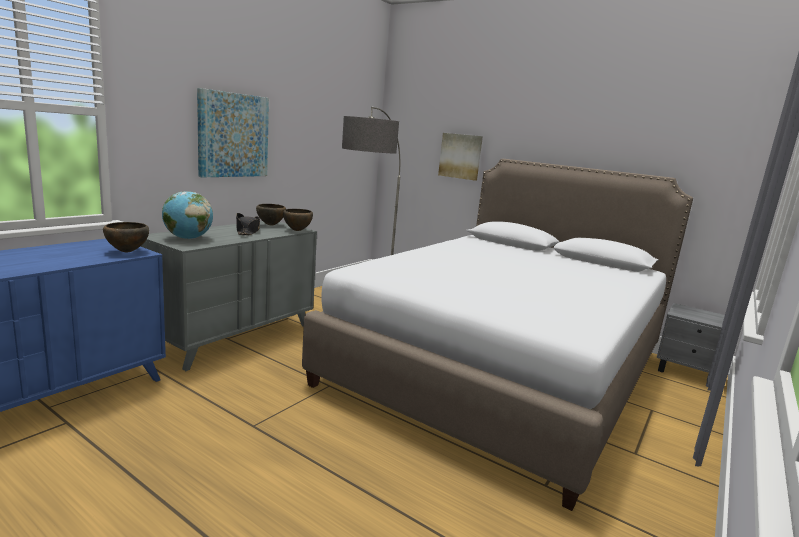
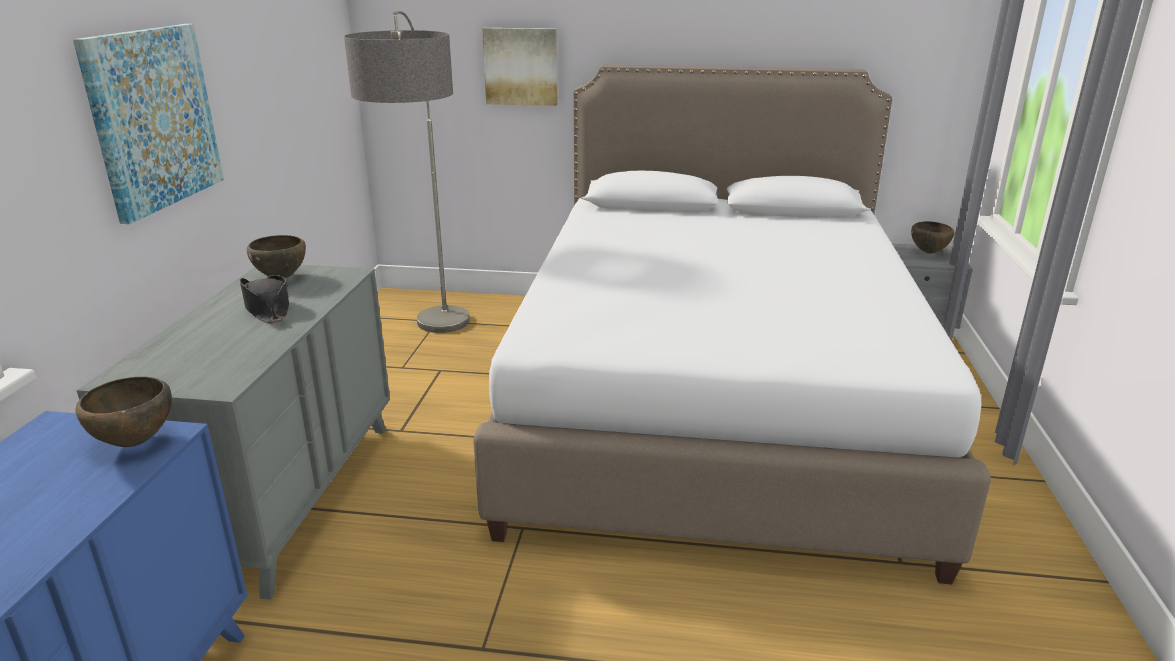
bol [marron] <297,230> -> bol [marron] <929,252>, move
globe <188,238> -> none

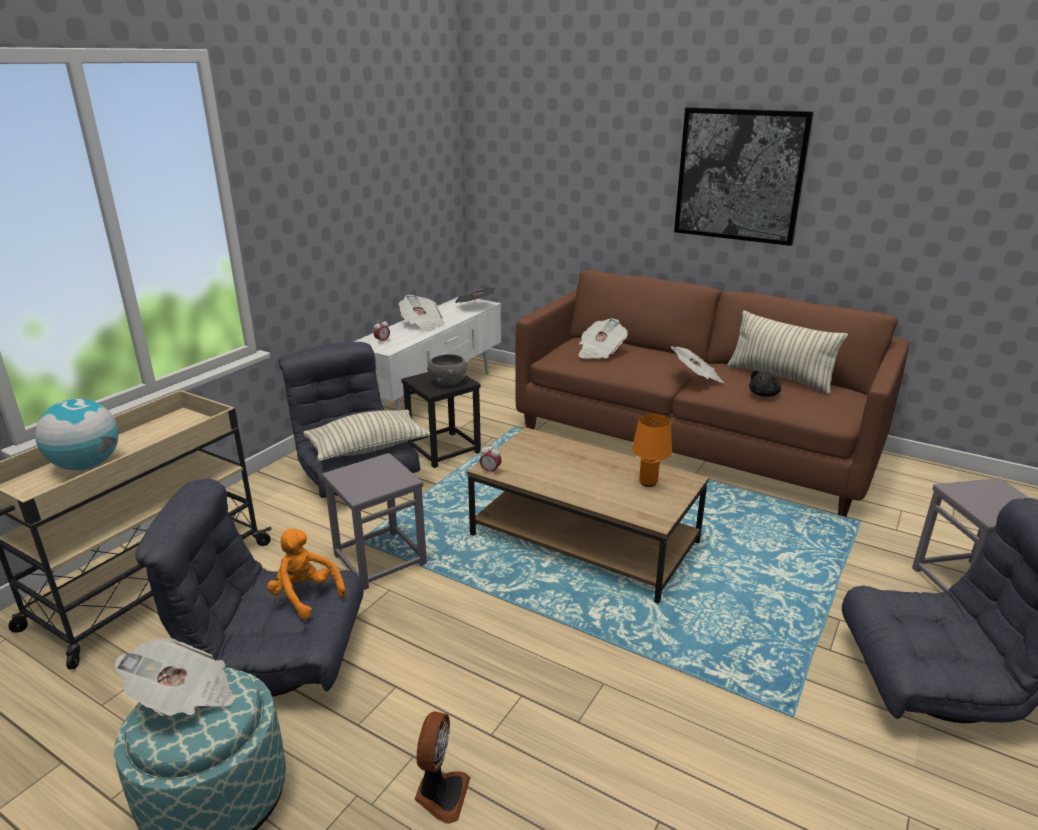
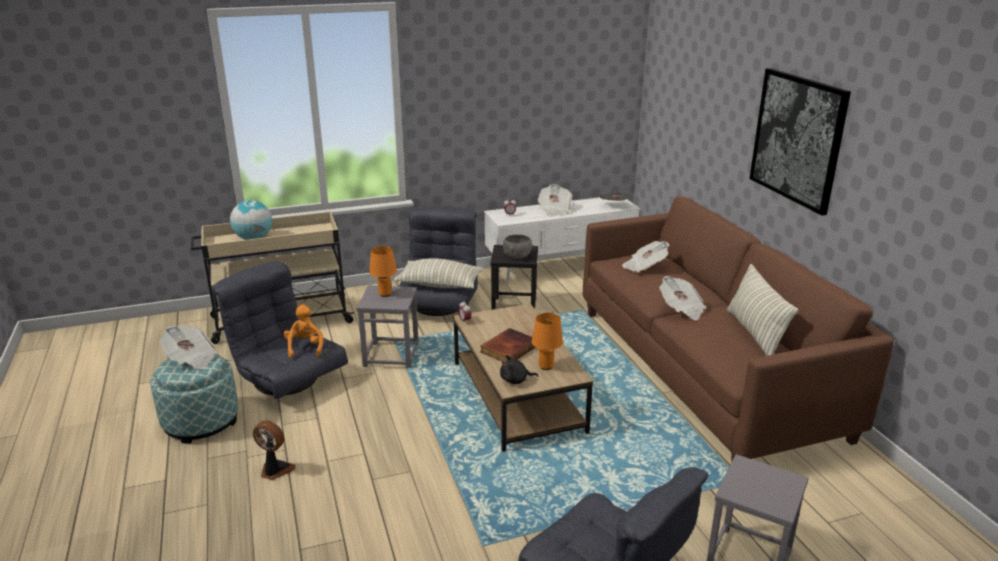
ventilateur <440,794> -> ventilateur <275,470>, 120 degrees counterclockwise
none -> lampe de table [orange] <385,294>
none -> livre <508,348>
peluche [noir] <764,394> -> peluche [noir] <516,380>, move

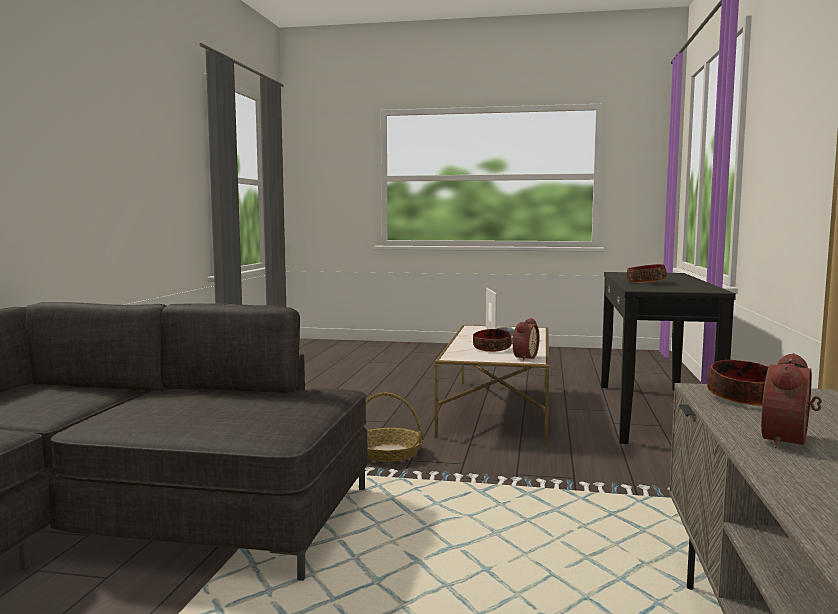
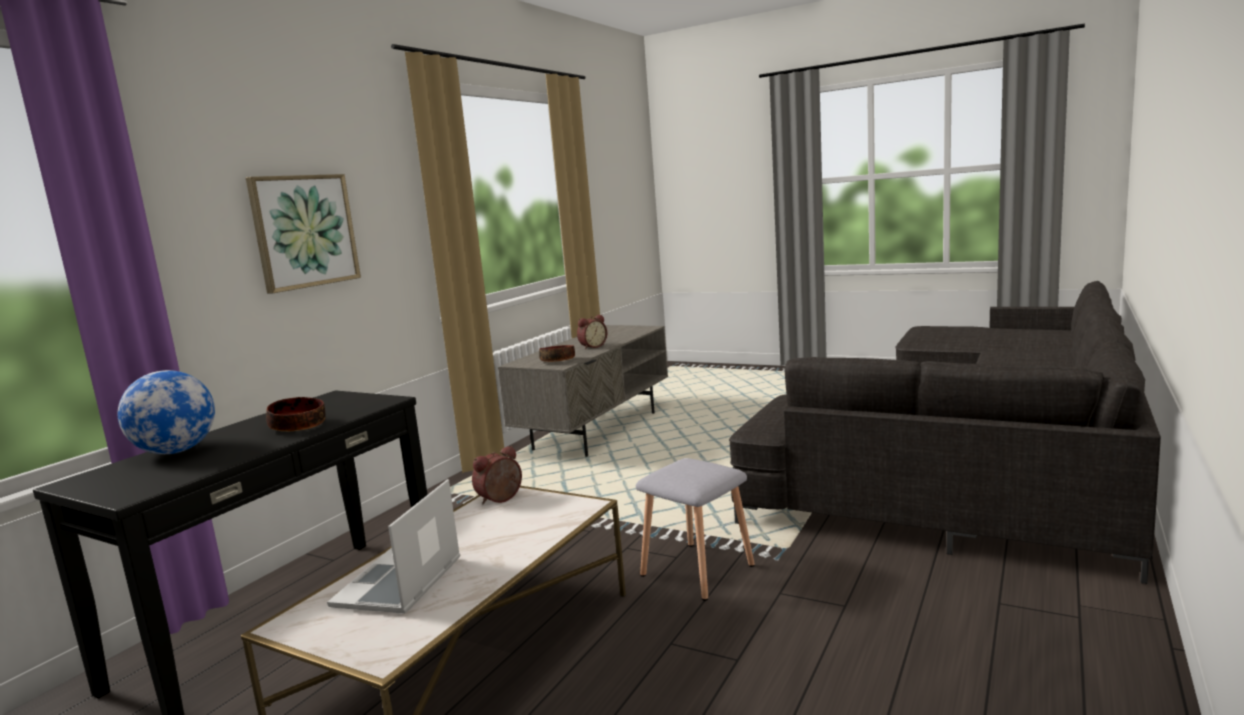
none -> globe <176,451>
none -> tableau <304,231>
panier <389,453> -> tabouret [gris] <695,570>
bol <491,349> -> none

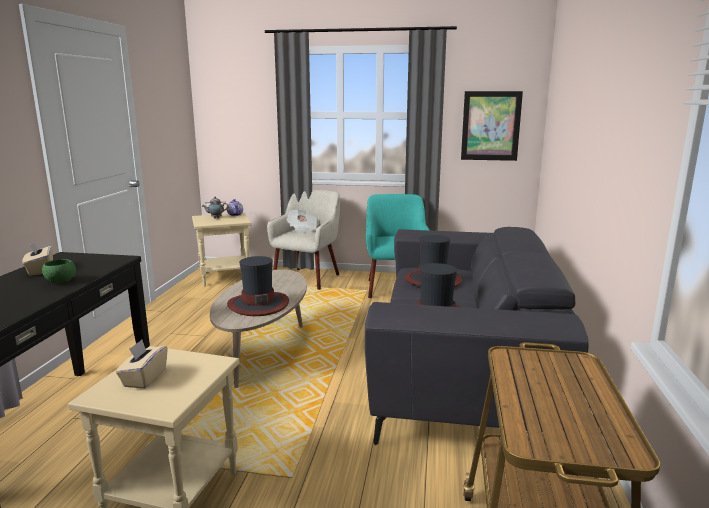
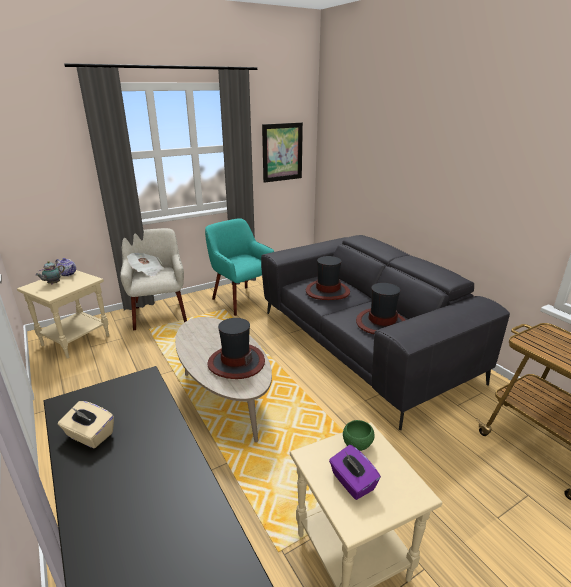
boîte à mouchoirs [beige] <144,378> -> boîte à mouchoirs [violet] <352,482>
bol [vert] <61,281> -> bol [vert] <357,444>, move

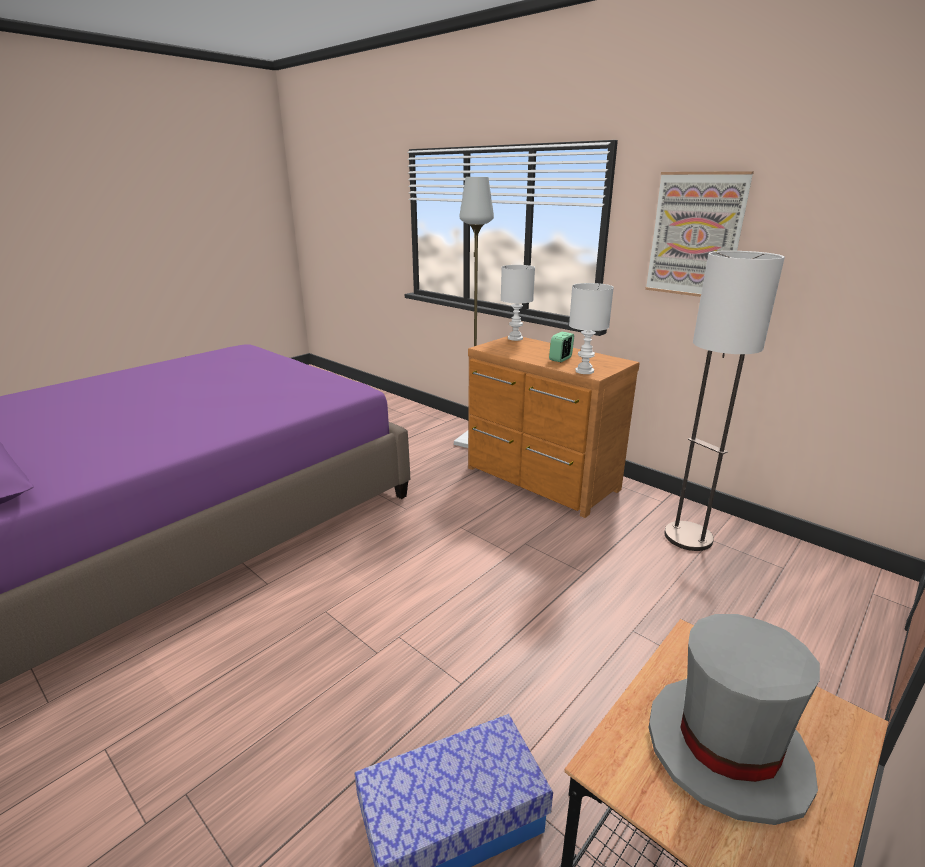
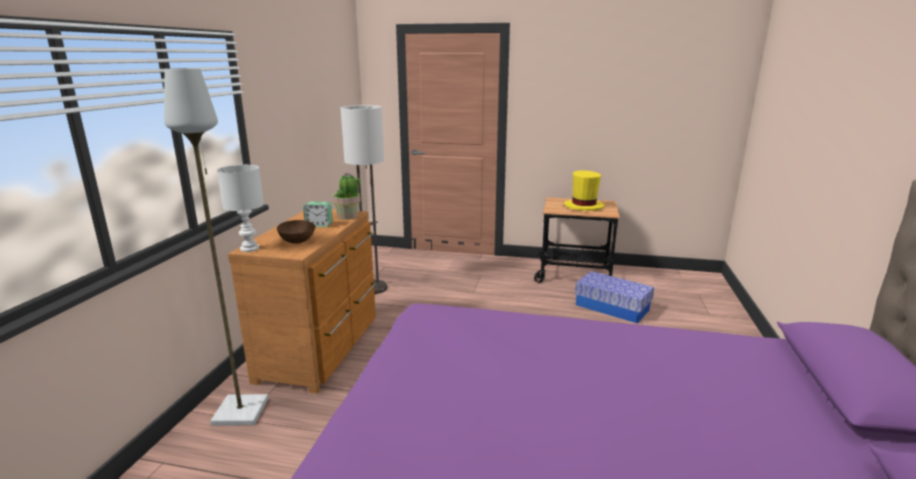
none -> bol [marron] <298,241>
lampe de table [blanc] <584,371> -> plante en pot <348,216>
chapeau [gris] <726,748> -> chapeau [jaune] <583,206>
tableau <695,235> -> none

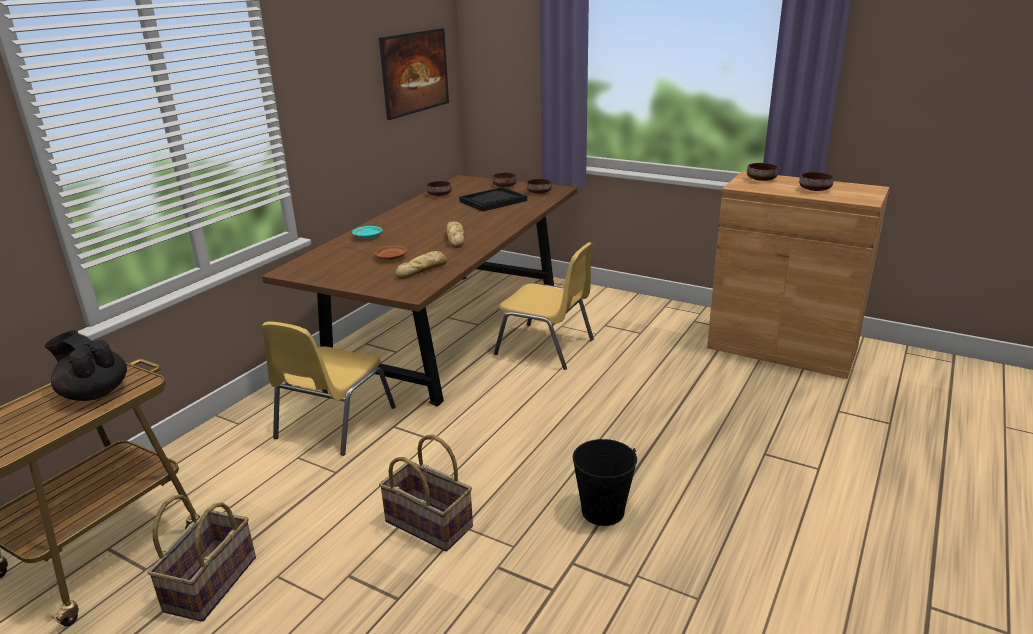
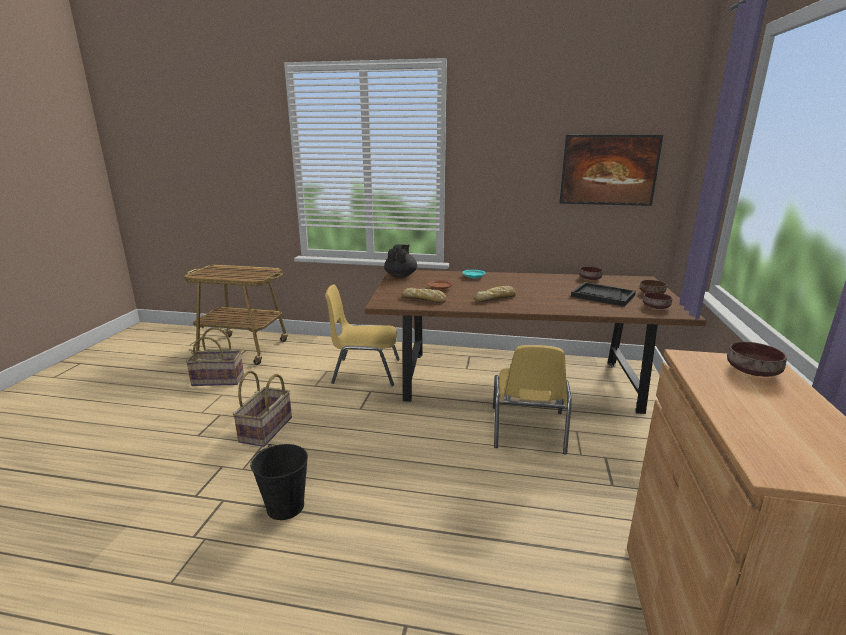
théière [noir] <94,393> -> théière [noir] <401,276>, move
bol [marron] <815,189> -> none

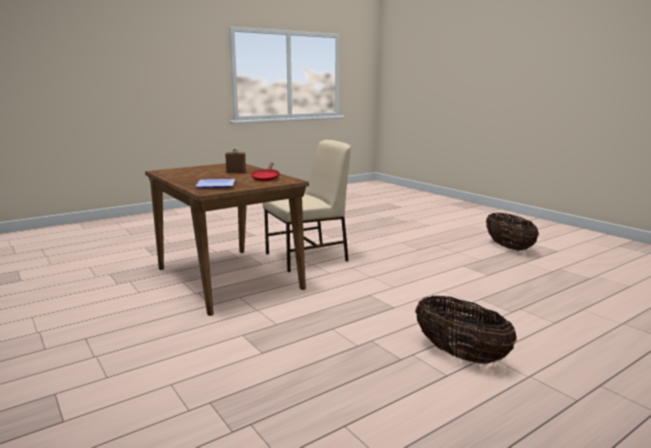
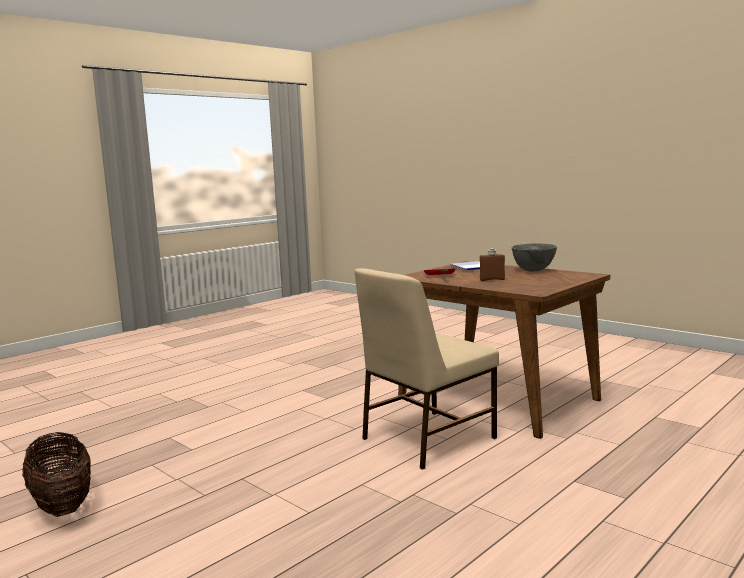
none -> bol [gris] <533,270>
panier <460,355> -> none

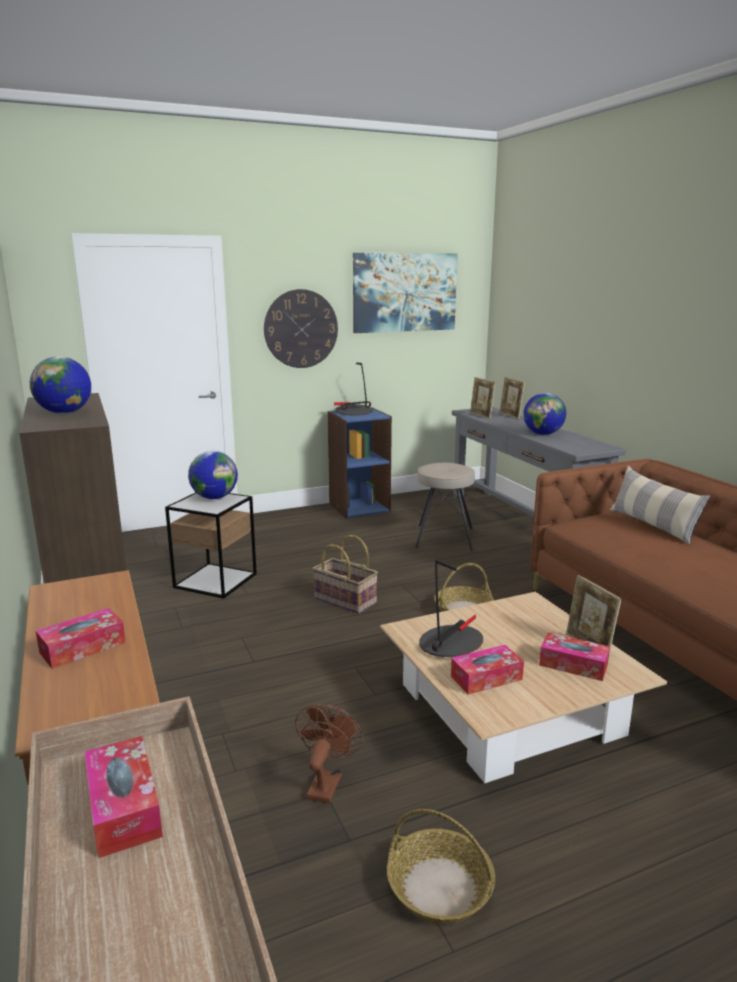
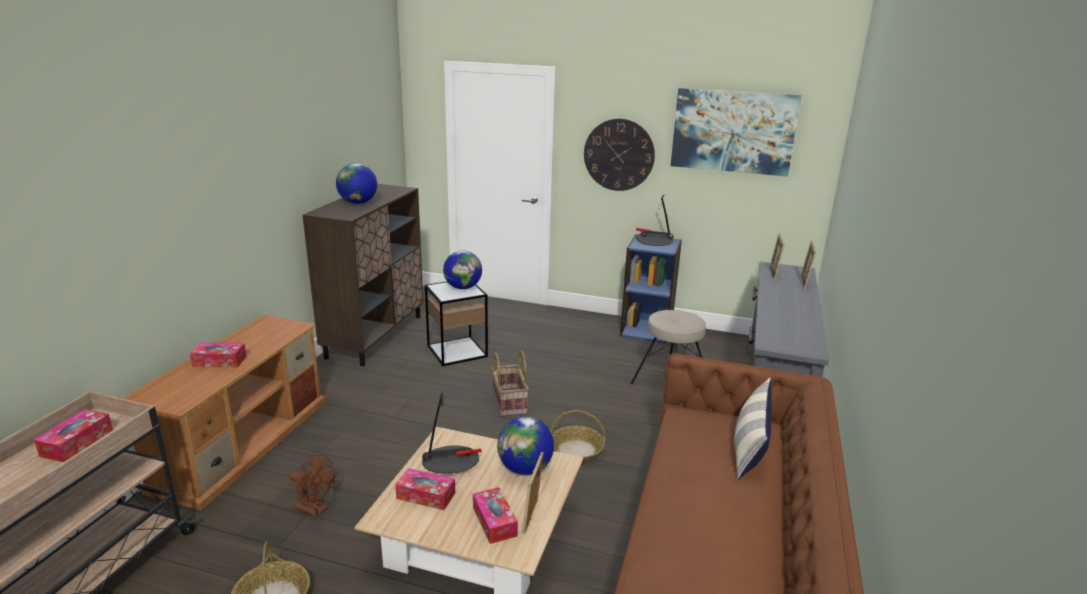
ventilateur [marron] <326,782> -> ventilateur [marron] <315,510>, 60 degrees clockwise
globe <543,434> -> globe <525,469>, move

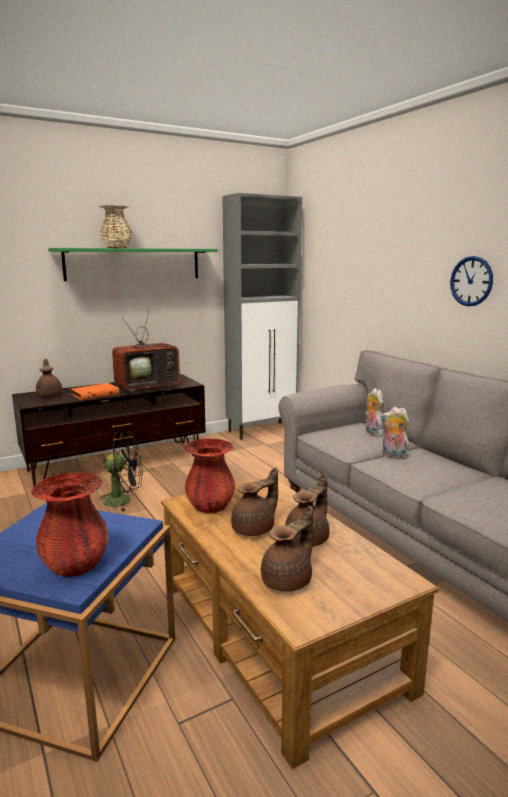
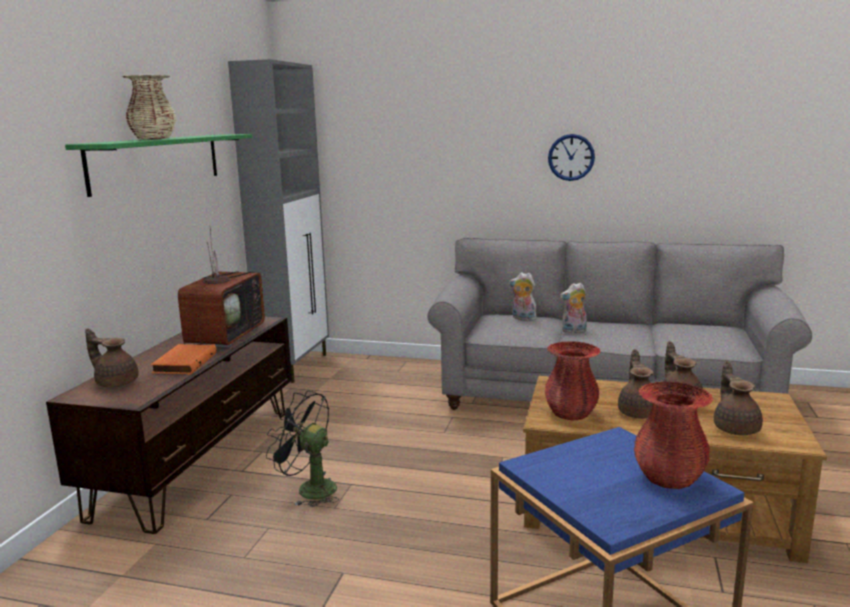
ventilateur [noir] <124,500> -> ventilateur [noir] <309,489>, 105 degrees counterclockwise

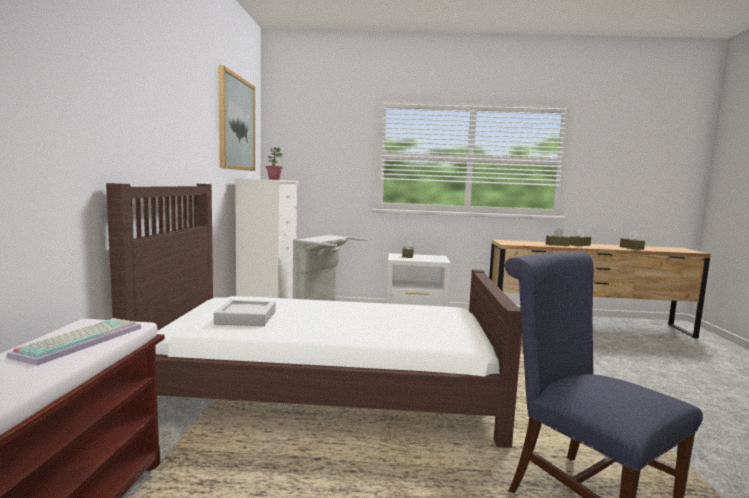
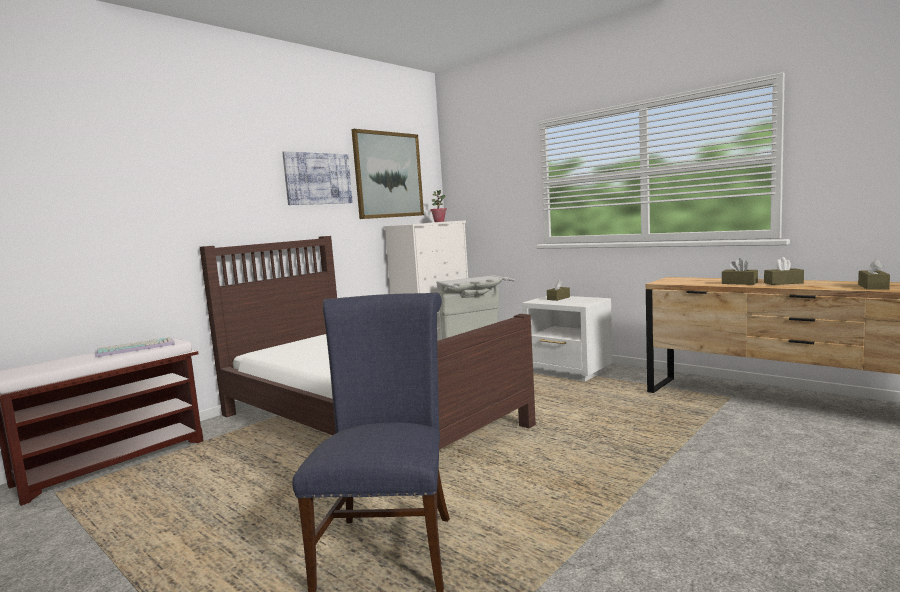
none -> tableau <318,178>
plateau [gris] <246,318> -> none

